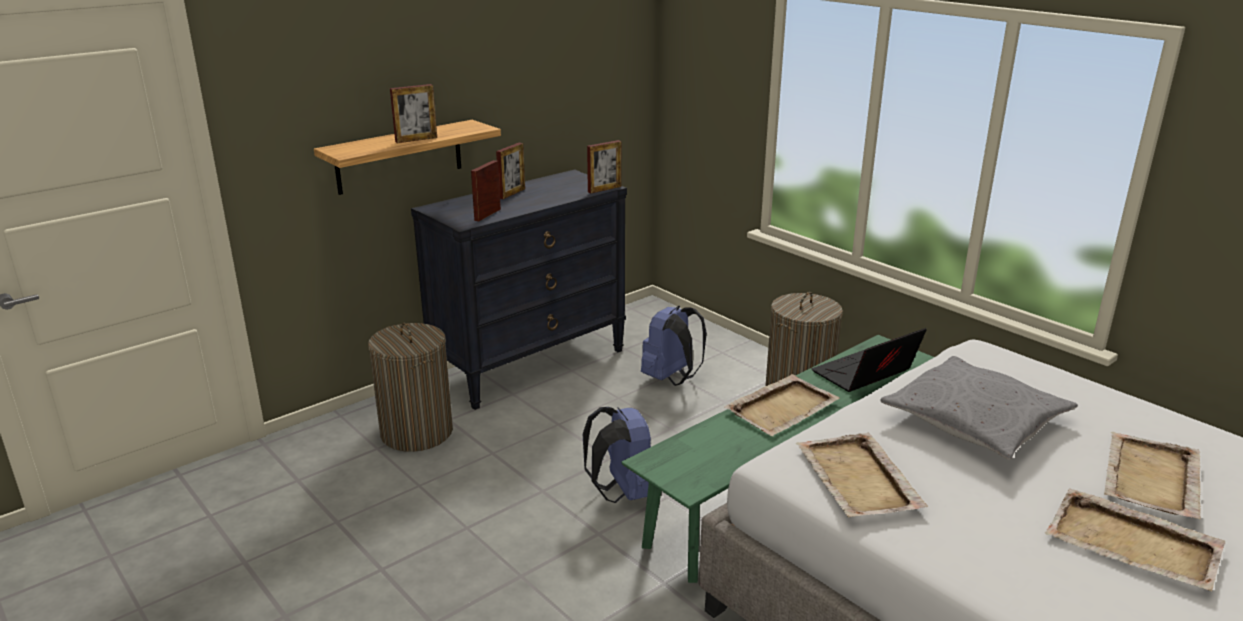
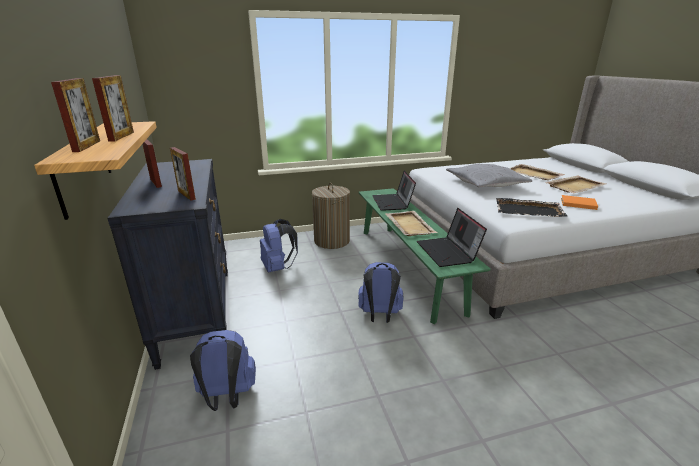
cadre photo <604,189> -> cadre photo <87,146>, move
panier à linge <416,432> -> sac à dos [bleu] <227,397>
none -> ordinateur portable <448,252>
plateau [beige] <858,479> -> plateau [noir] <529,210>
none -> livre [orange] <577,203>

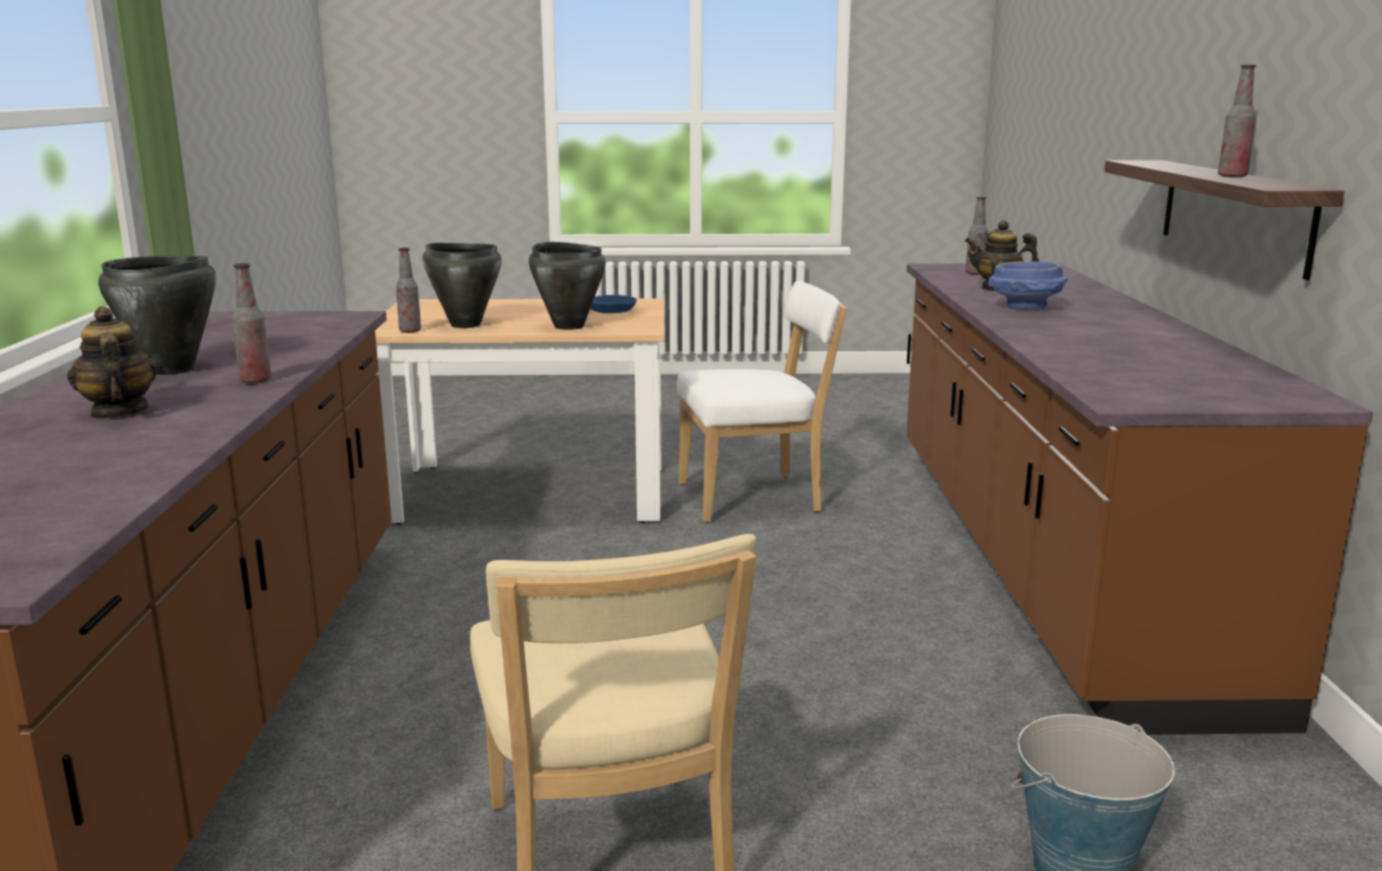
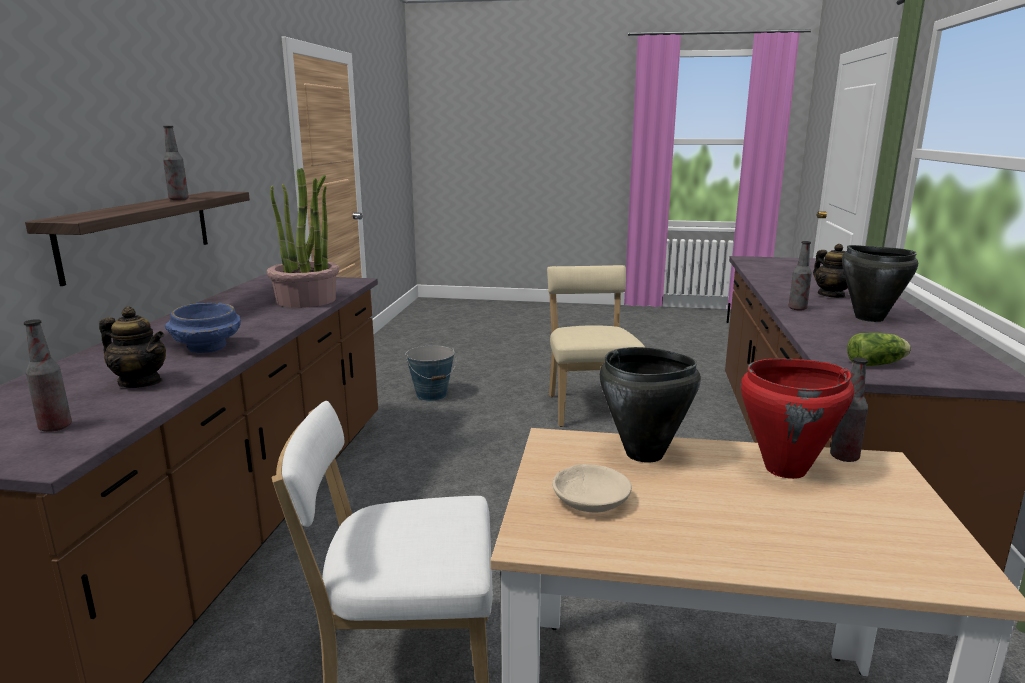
none -> plante en pot <307,300>
bol [bleu] <611,311> -> bol [beige] <590,499>
marmite [noir] <465,325> -> marmite [rouge] <786,469>
none -> laitue <878,364>

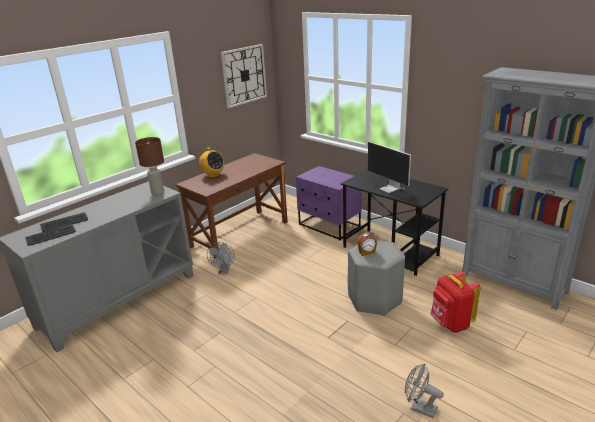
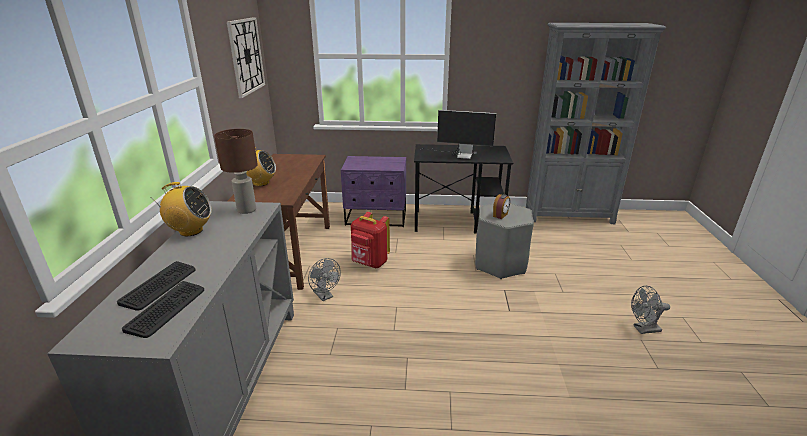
none -> radio <190,231>
sac à dos [rouge] <450,324> -> sac à dos [rouge] <370,263>, move

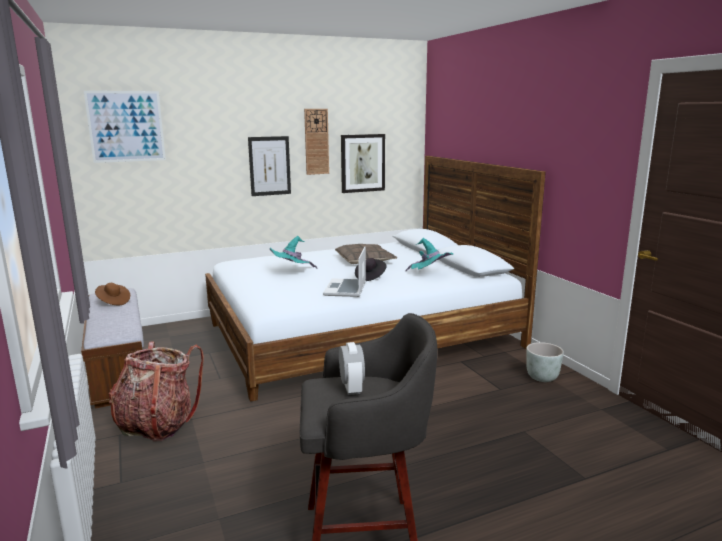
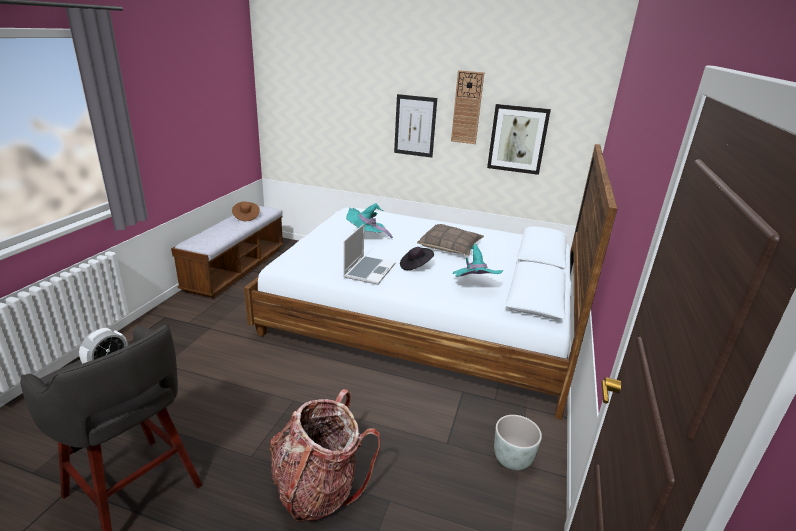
sac à dos <158,424> -> sac à dos <318,488>, move
ordinateur portable <346,289> -> ordinateur portable <369,271>, 150 degrees clockwise
tableau <126,126> -> none

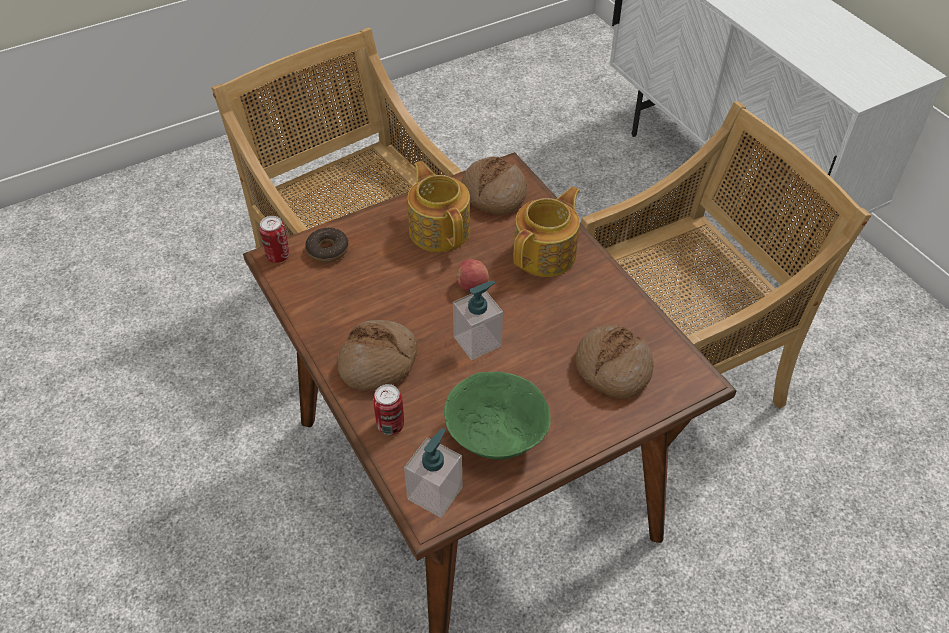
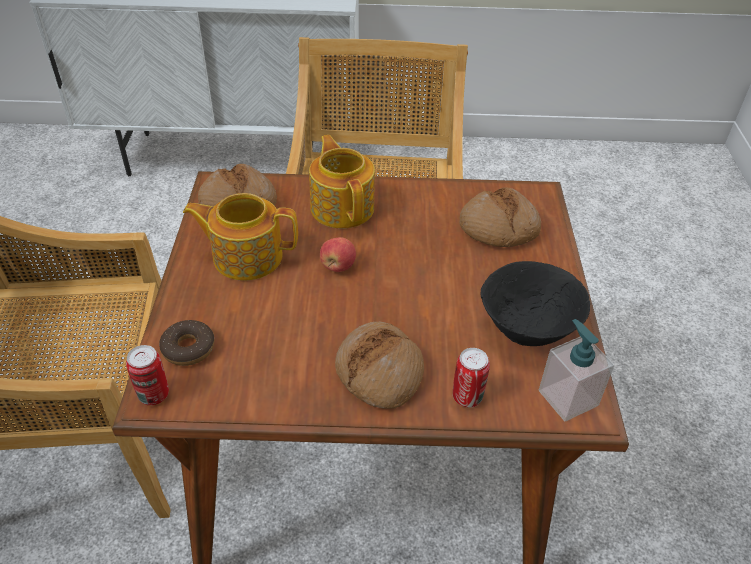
bol [vert] <495,437> -> bol [noir] <527,329>
distributeur de savon <477,341> -> none

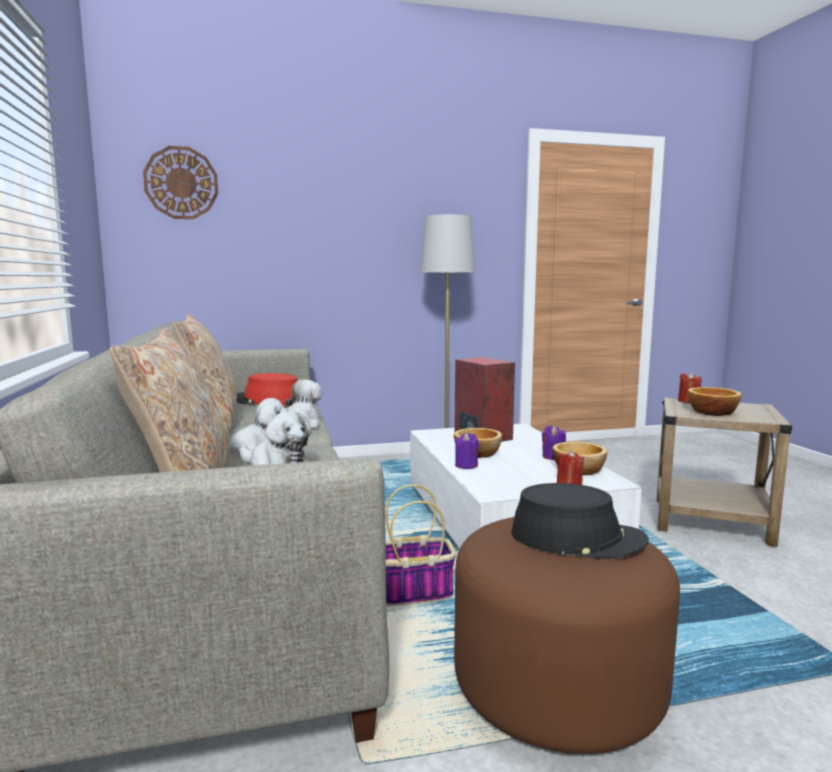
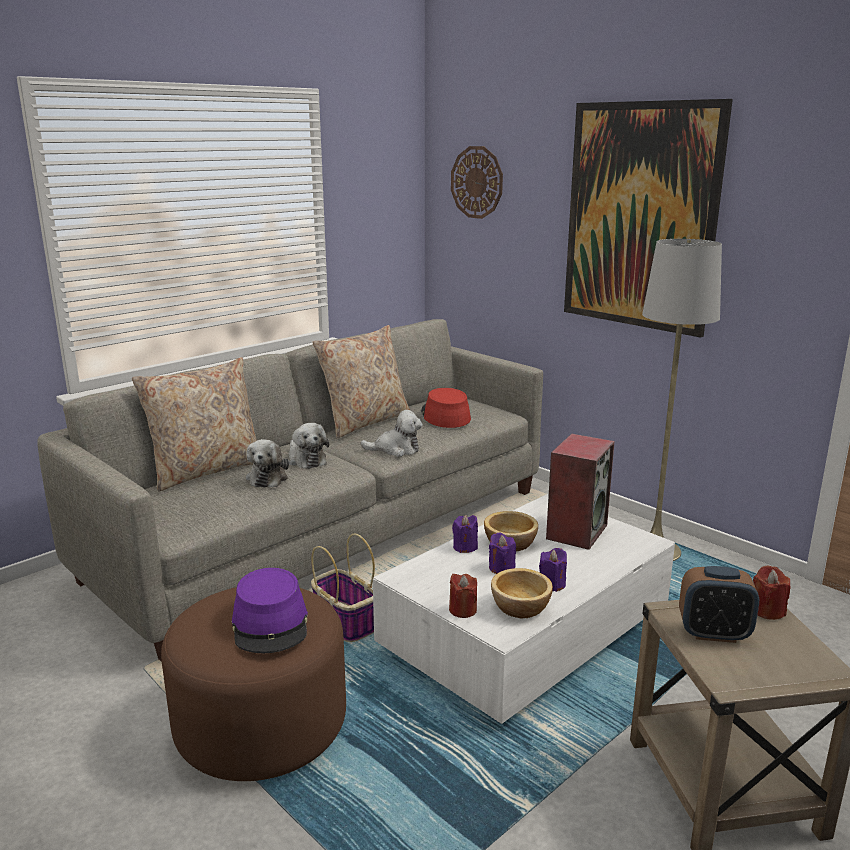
chapeau [noir] <577,538> -> chapeau [violet] <271,624>
none -> bougie [violet] <501,568>
none -> tableau <640,217>
bol <711,412> -> réveil <713,633>

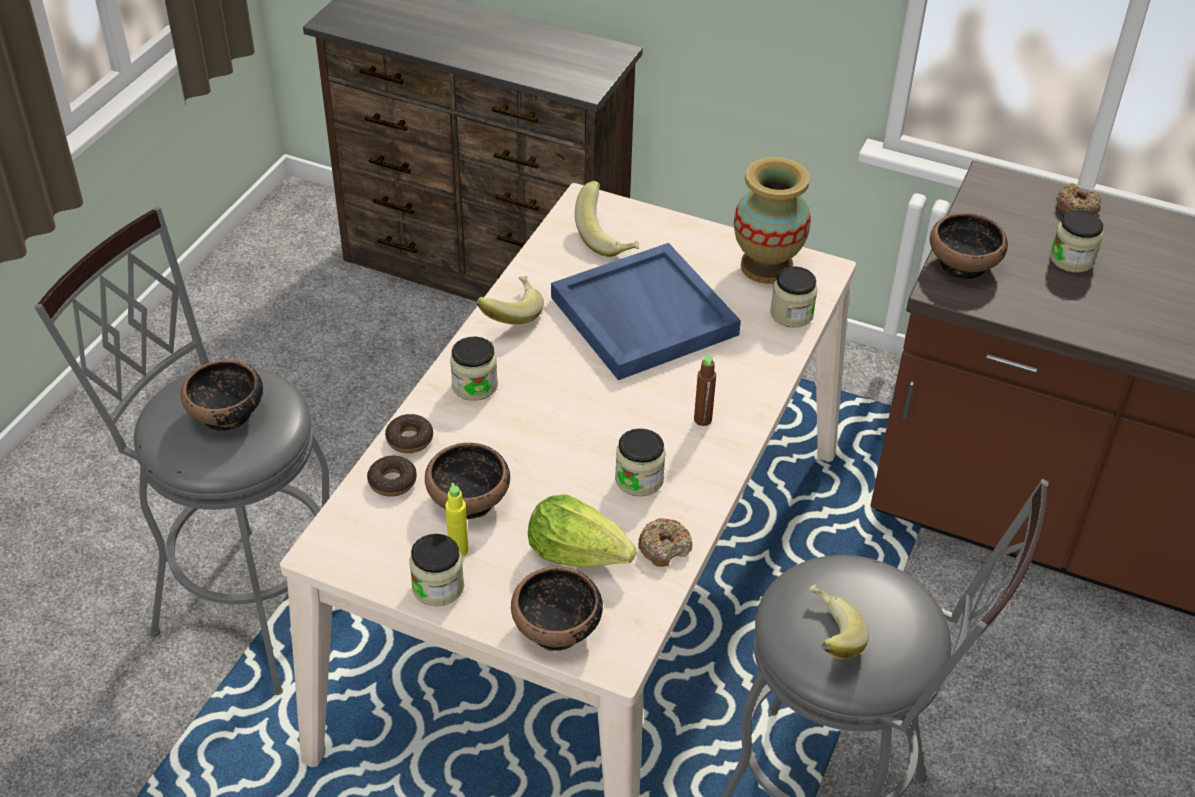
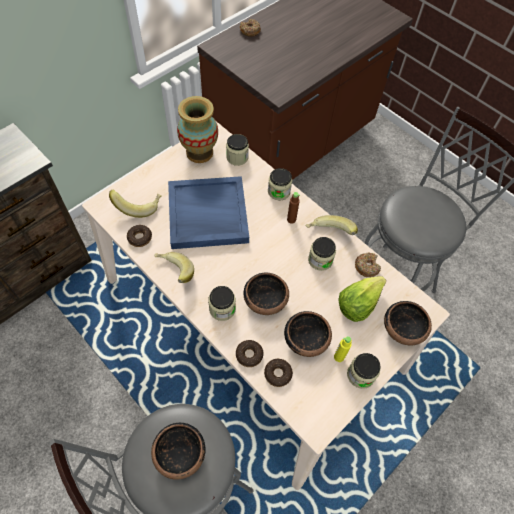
none -> beignet <140,238>
bol <963,265> -> bol <265,301>, move
bocal <1071,259> -> bocal <279,191>, move
banane <826,638> -> banane <329,234>, move

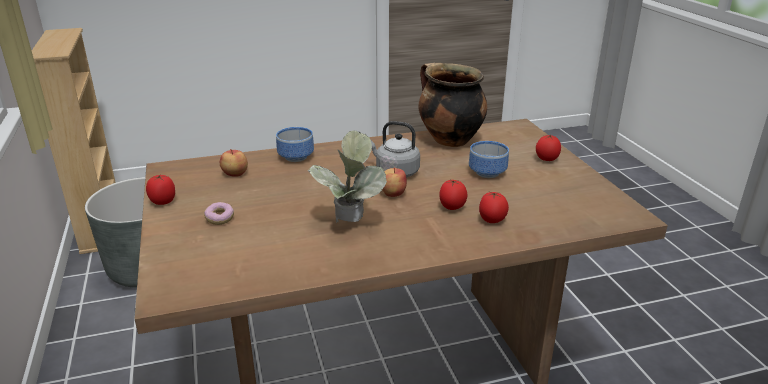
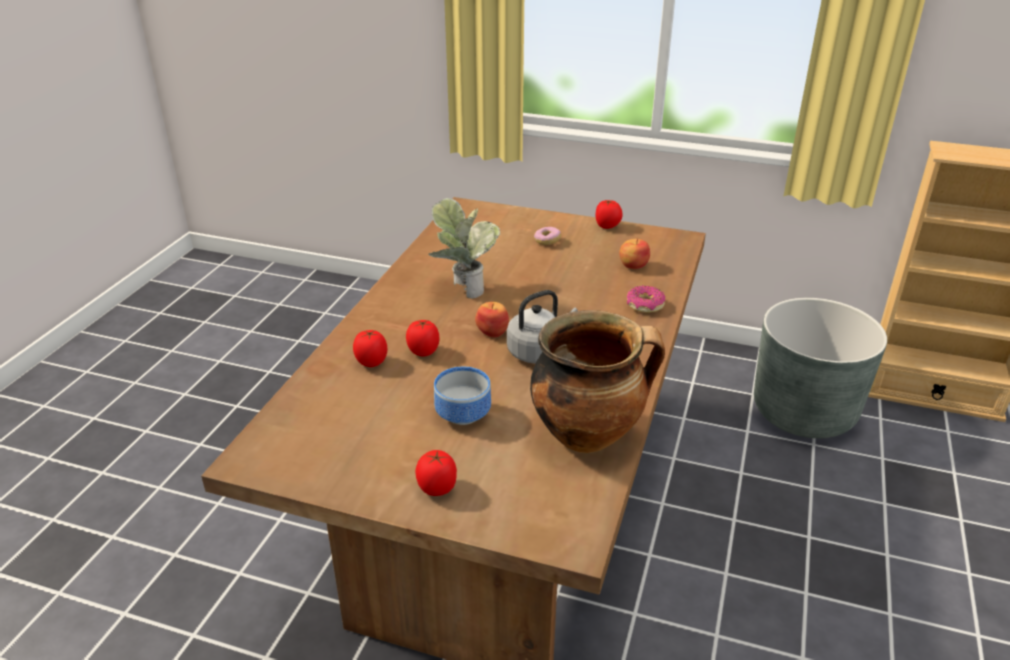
bol <294,157> -> beignet <644,305>

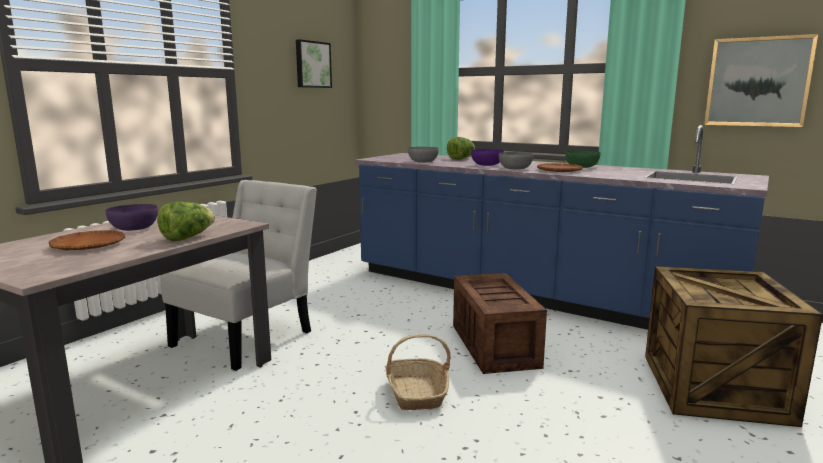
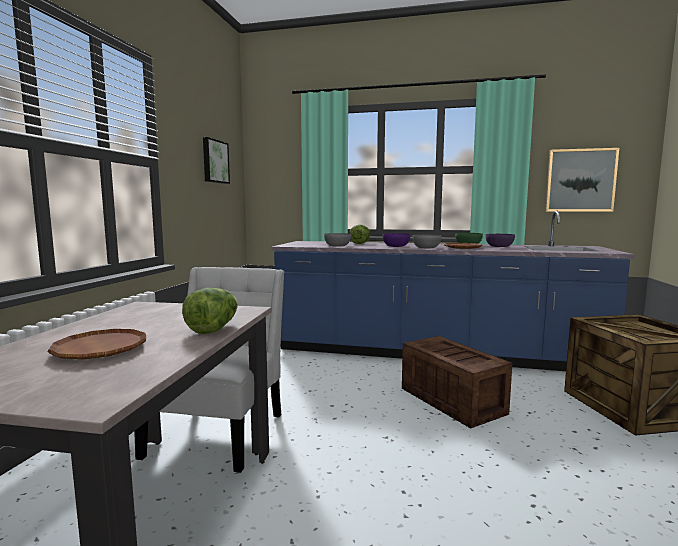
bol [violet] <133,229> -> bol [violet] <499,246>, move
panier <416,393> -> none

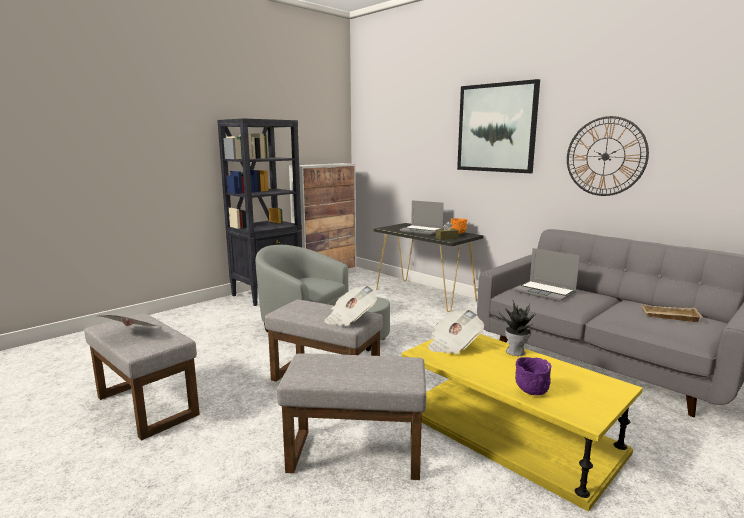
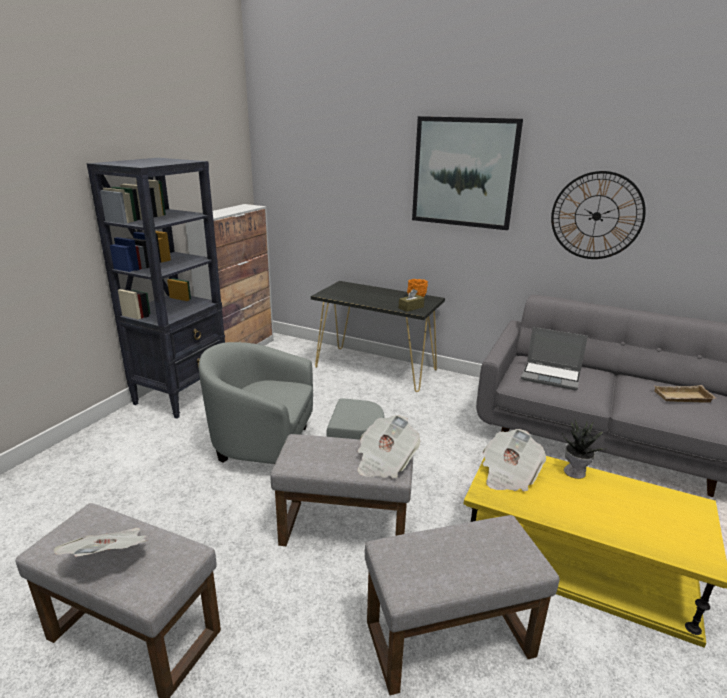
ordinateur portable <422,231> -> none
bol [violet] <532,391> -> none

